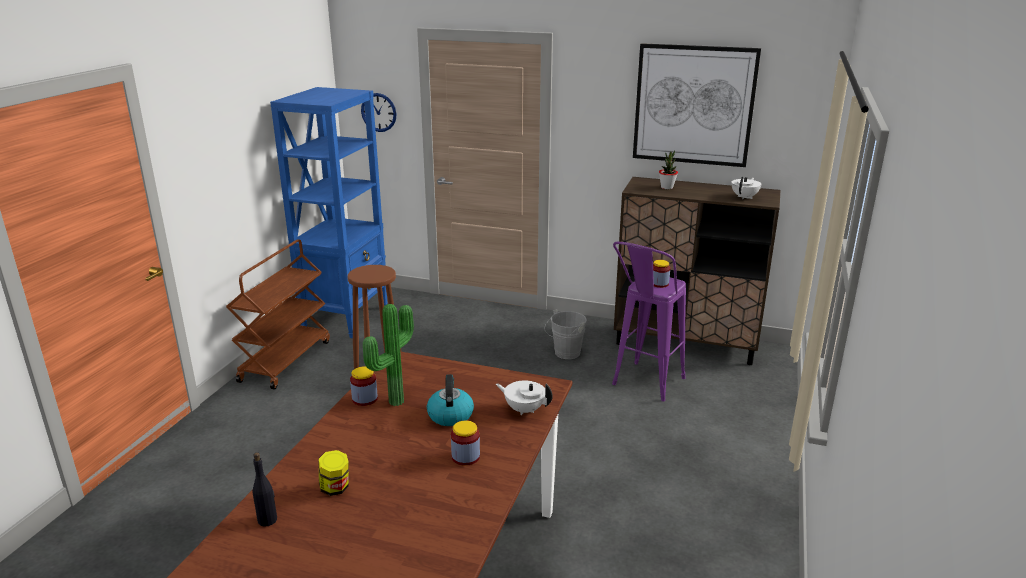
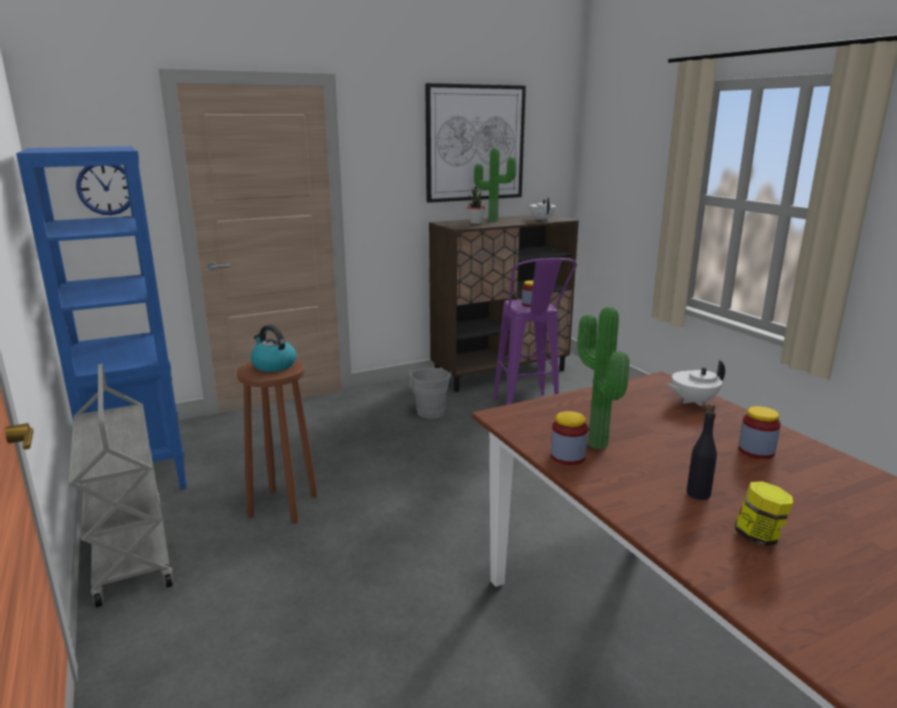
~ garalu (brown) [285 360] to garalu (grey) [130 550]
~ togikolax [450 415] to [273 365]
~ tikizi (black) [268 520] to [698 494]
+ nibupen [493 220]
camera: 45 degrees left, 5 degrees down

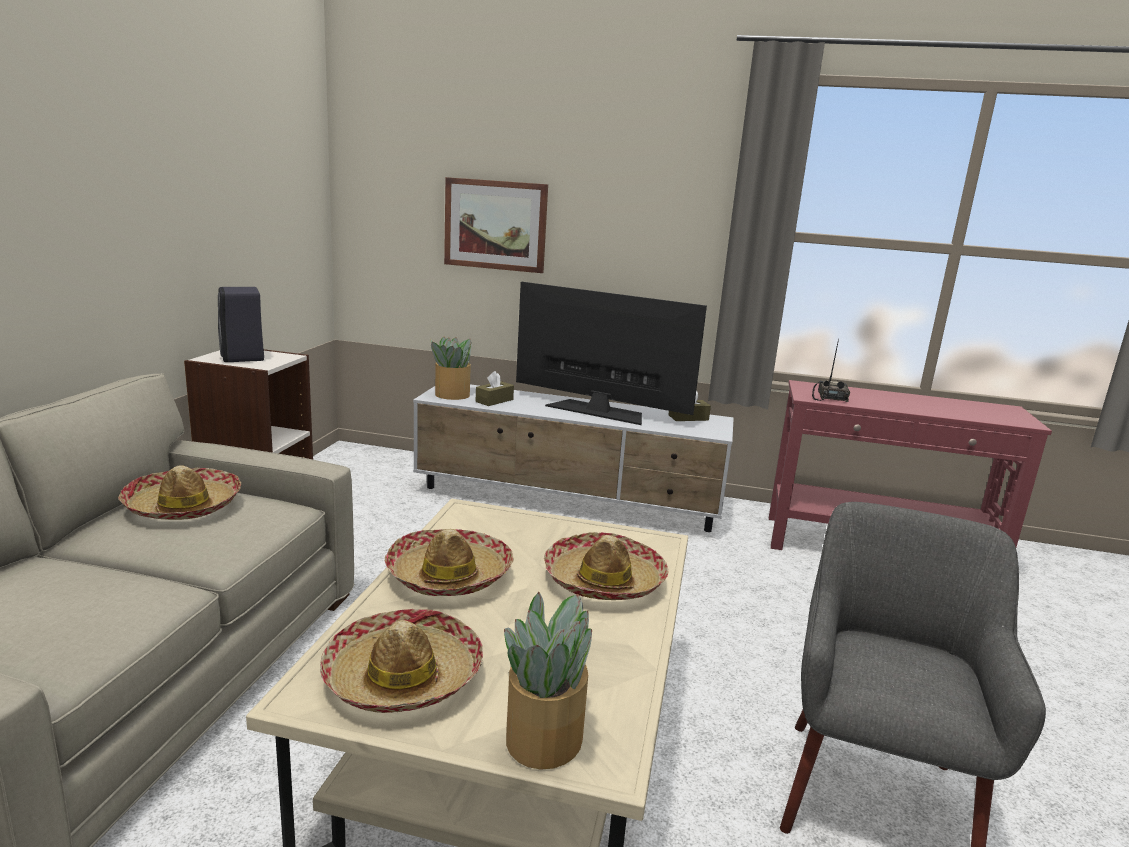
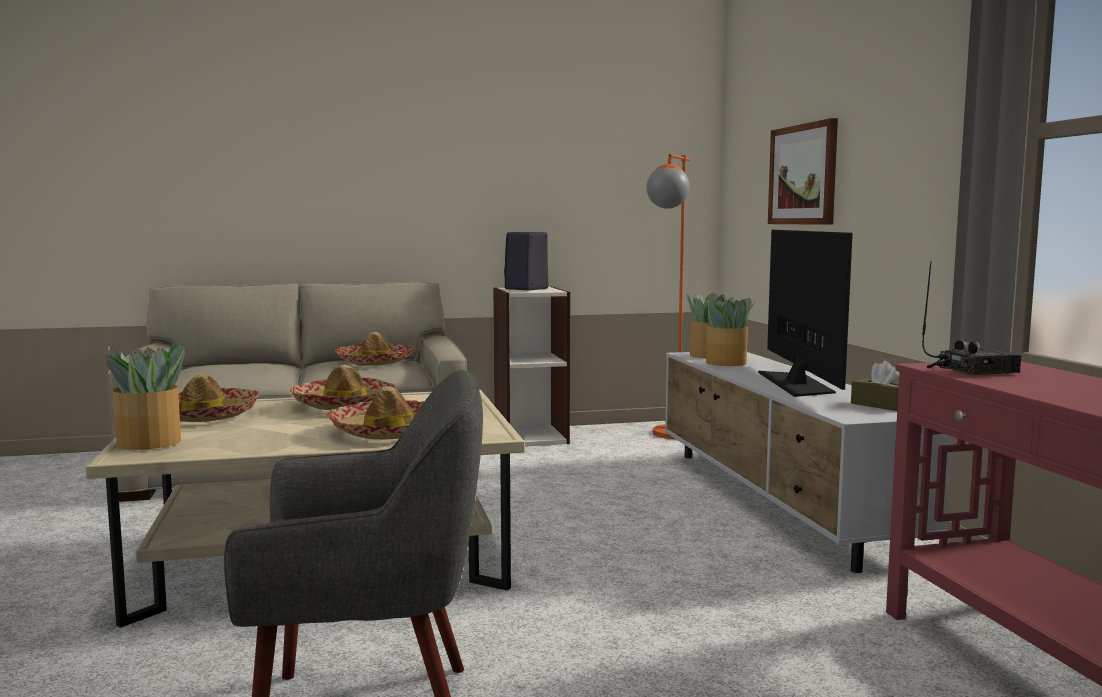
~ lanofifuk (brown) [494 400] to nibupen [727 363]
+ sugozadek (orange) [670 437]
camera: 65 degrees right, 10 degrees down

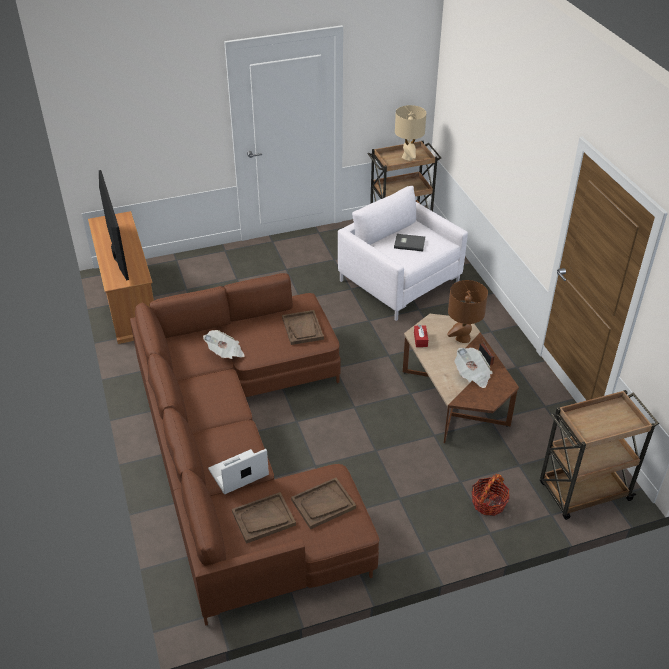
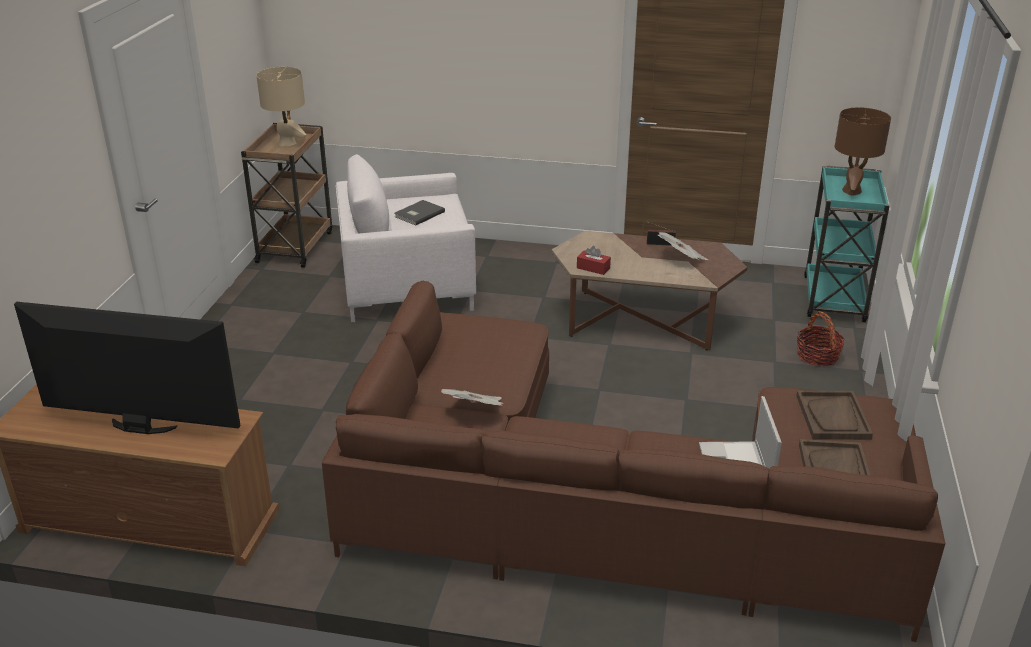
~ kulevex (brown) [463 338] to [851 191]
- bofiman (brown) [302 328]
~ garalu (brown) [583 492] to garalu (turquoise) [834 300]
camera: 60 degrees left, 10 degrees down

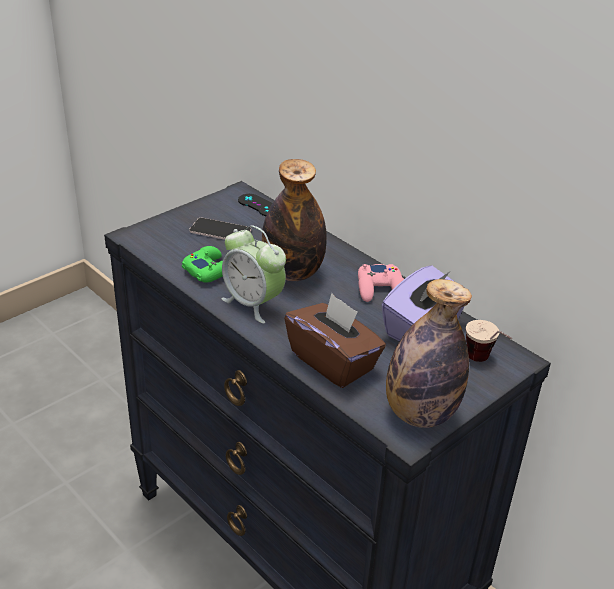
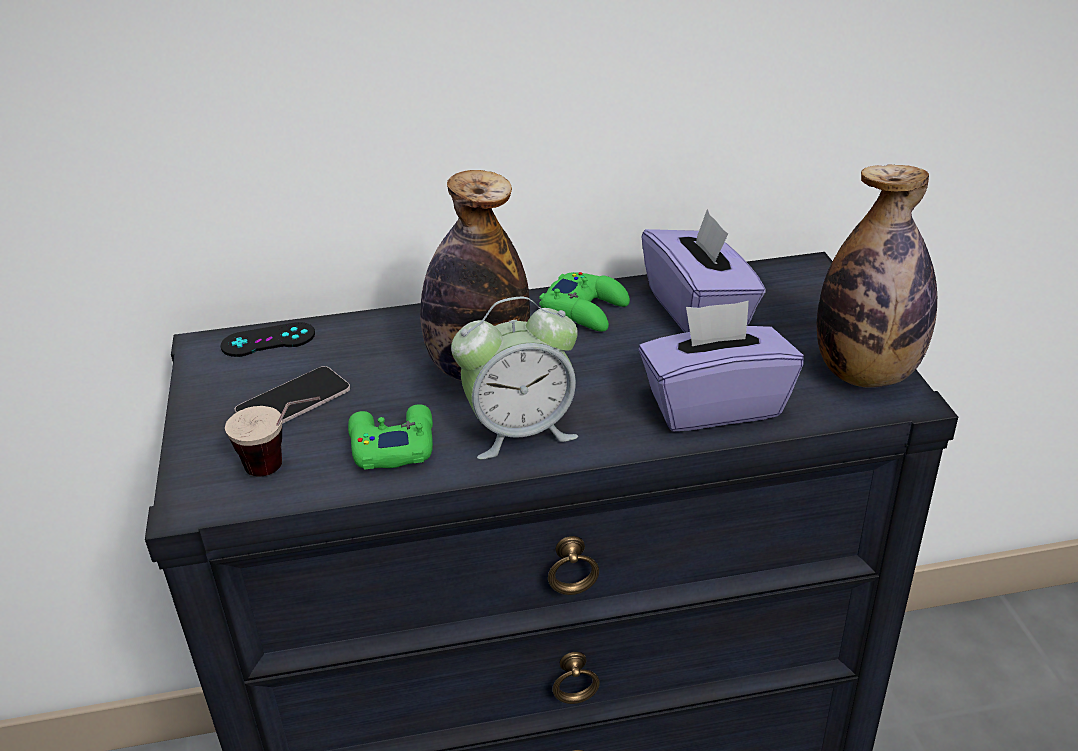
~ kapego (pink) [380 289] to kapego (green) [585 310]
~ lanofifuk (brown) [333 361] to lanofifuk (purple) [714 404]
~ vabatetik [484 363] to [285 467]
camera: 55 degrees left, 0 degrees up

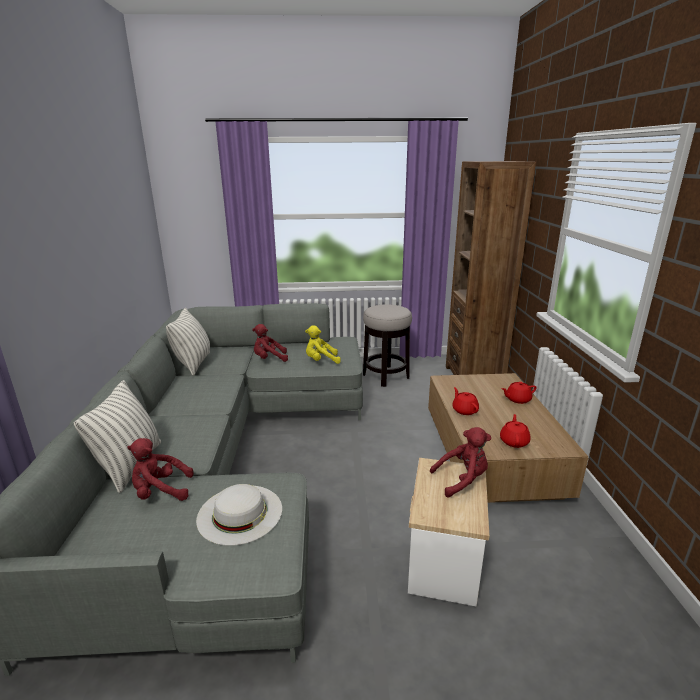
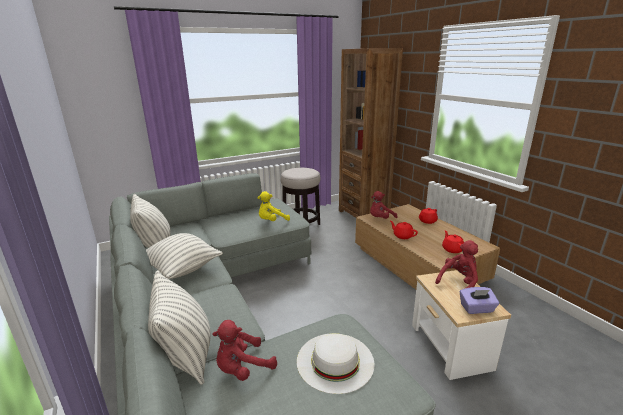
~ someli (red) [269 359] to [380 219]
+ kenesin [182 269]
+ lanofifuk (purple) [477 309]
camera: 25 degrees left, 0 degrees up

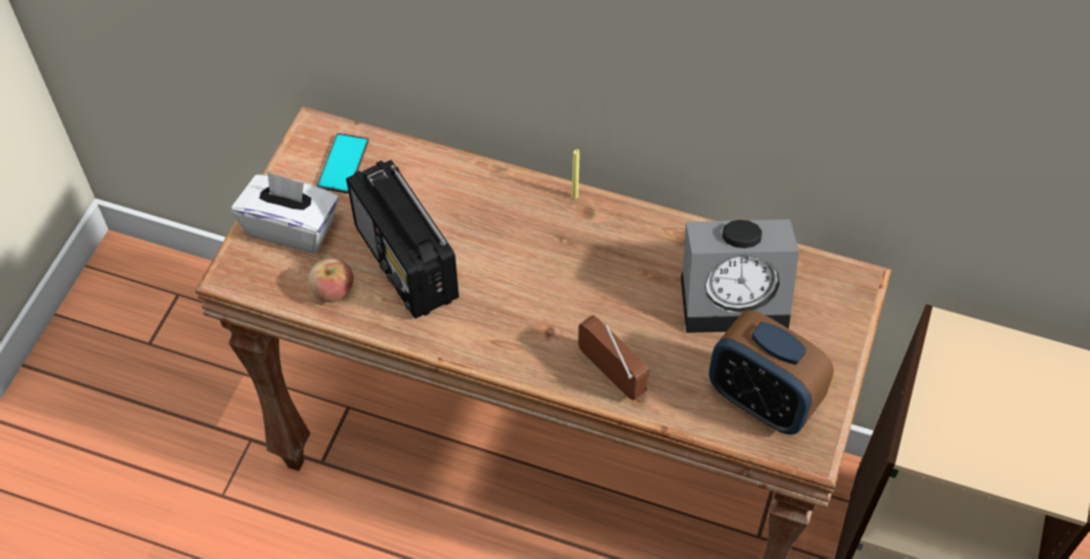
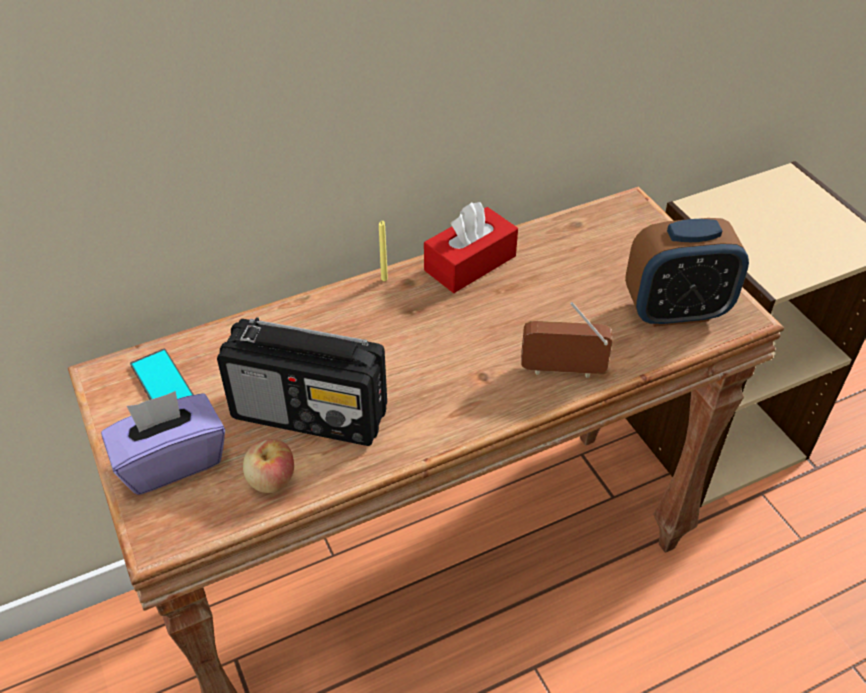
~ lanofifuk (white) [292 227] to lanofifuk (purple) [171 460]
- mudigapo [737 297]
+ lanofifuk (red) [470 263]
camera: 45 degrees left, 10 degrees down

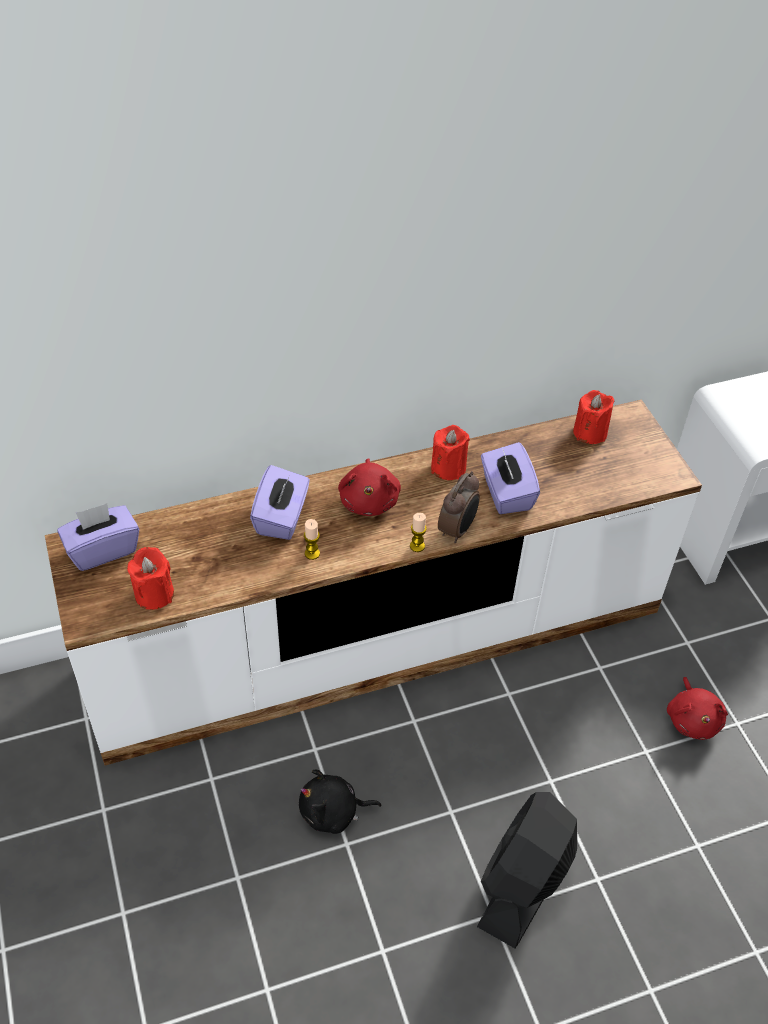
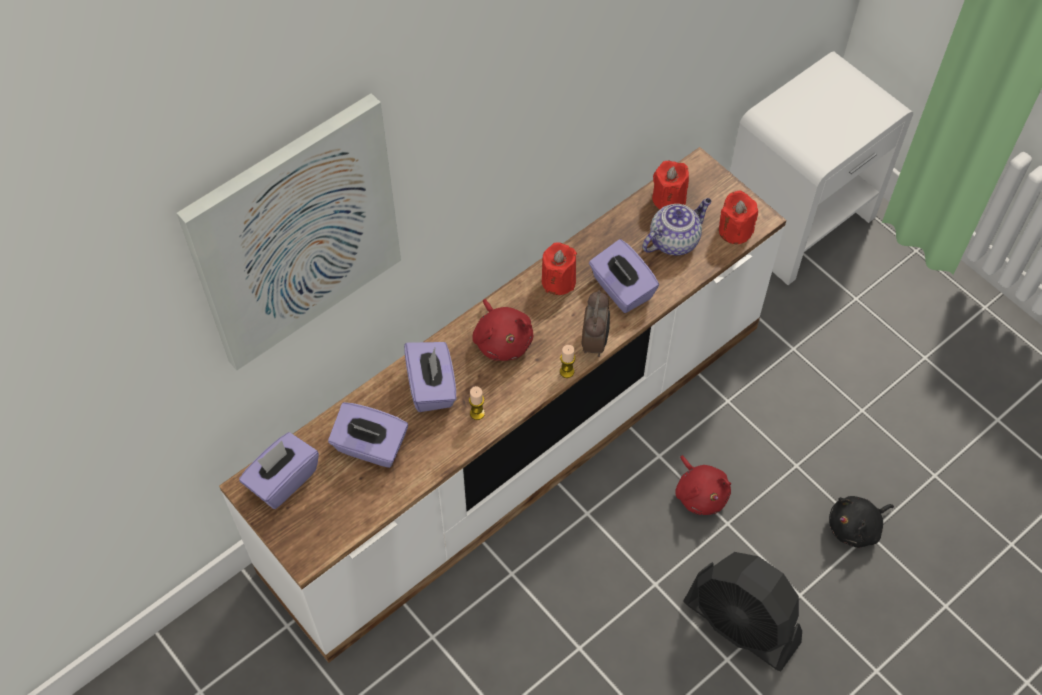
~ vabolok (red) [154 594] to [735 230]
~ someli (red) [692 719] to [700 493]
~ someli (black) [333 812] to [856 527]
~ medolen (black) [523 884] = [741 623] 60 degrees counterclockwise
+ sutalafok [295 234]
+ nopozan [674 240]
+ lanofifuk (purple) [370 447]
camera: 20 degrees left, 10 degrees up

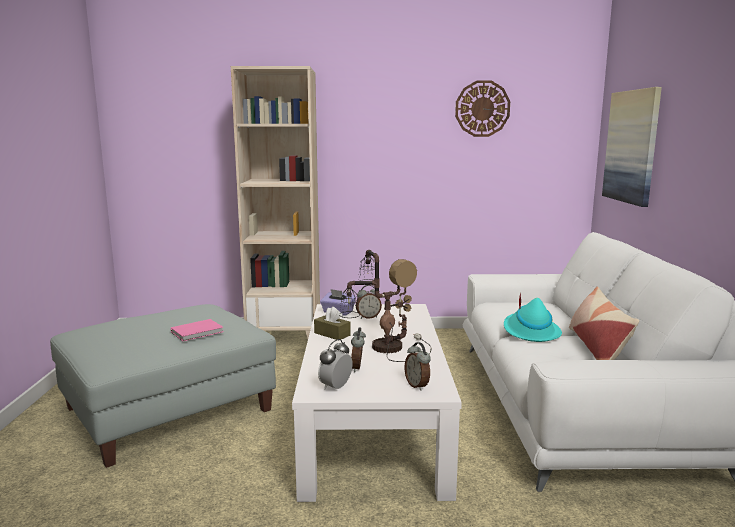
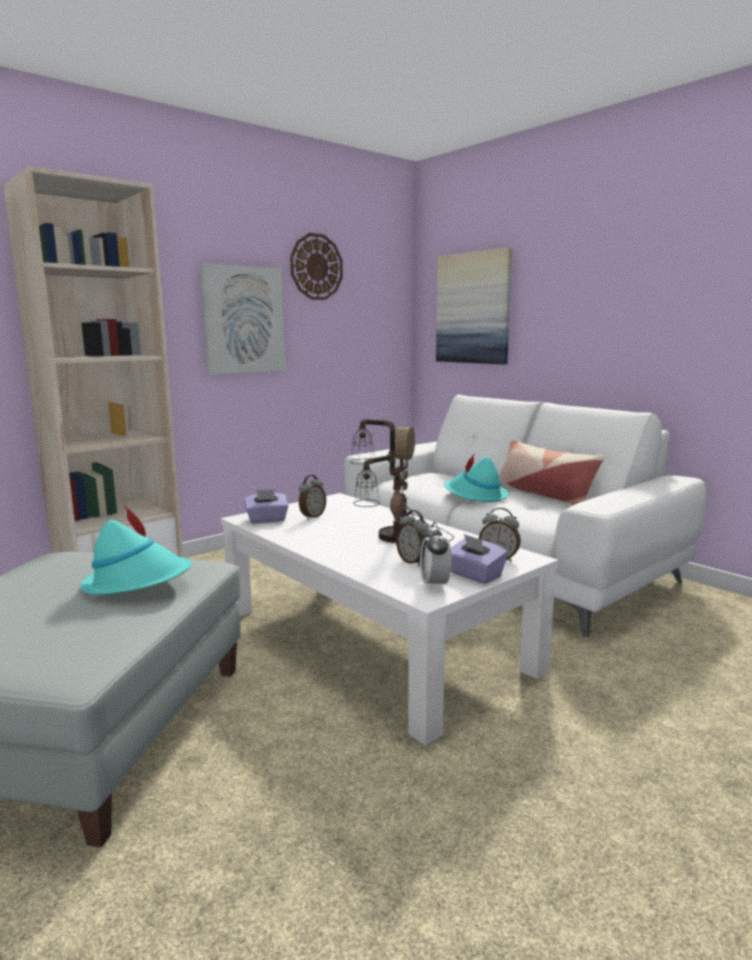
- lanofifuk (brown) [332 334]
~ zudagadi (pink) [198 332] to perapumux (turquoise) [138 582]
+ sutalafok [243 320]
+ lanofifuk (purple) [474 575]
camera: 40 degrees left, 0 degrees up

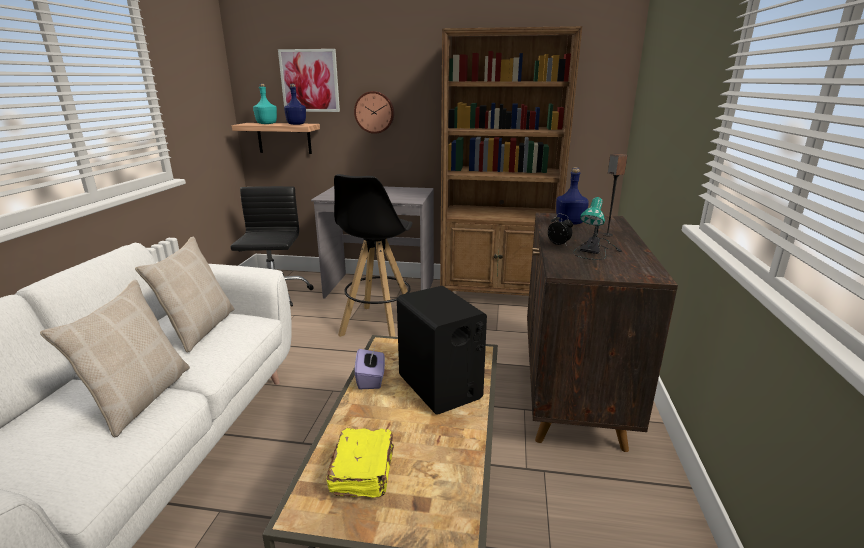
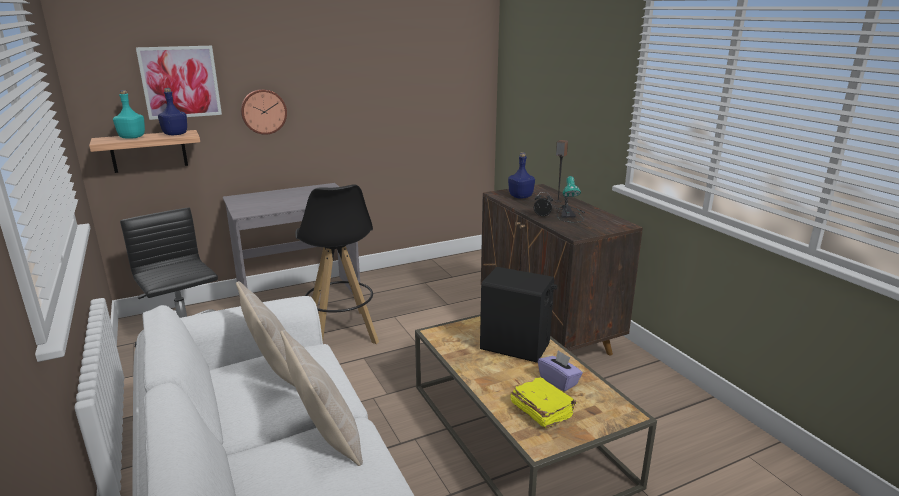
- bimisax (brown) [497 295]
~ lanofifuk (purple) [371 379] to [559 381]
camera: 35 degrees left, 0 degrees up

